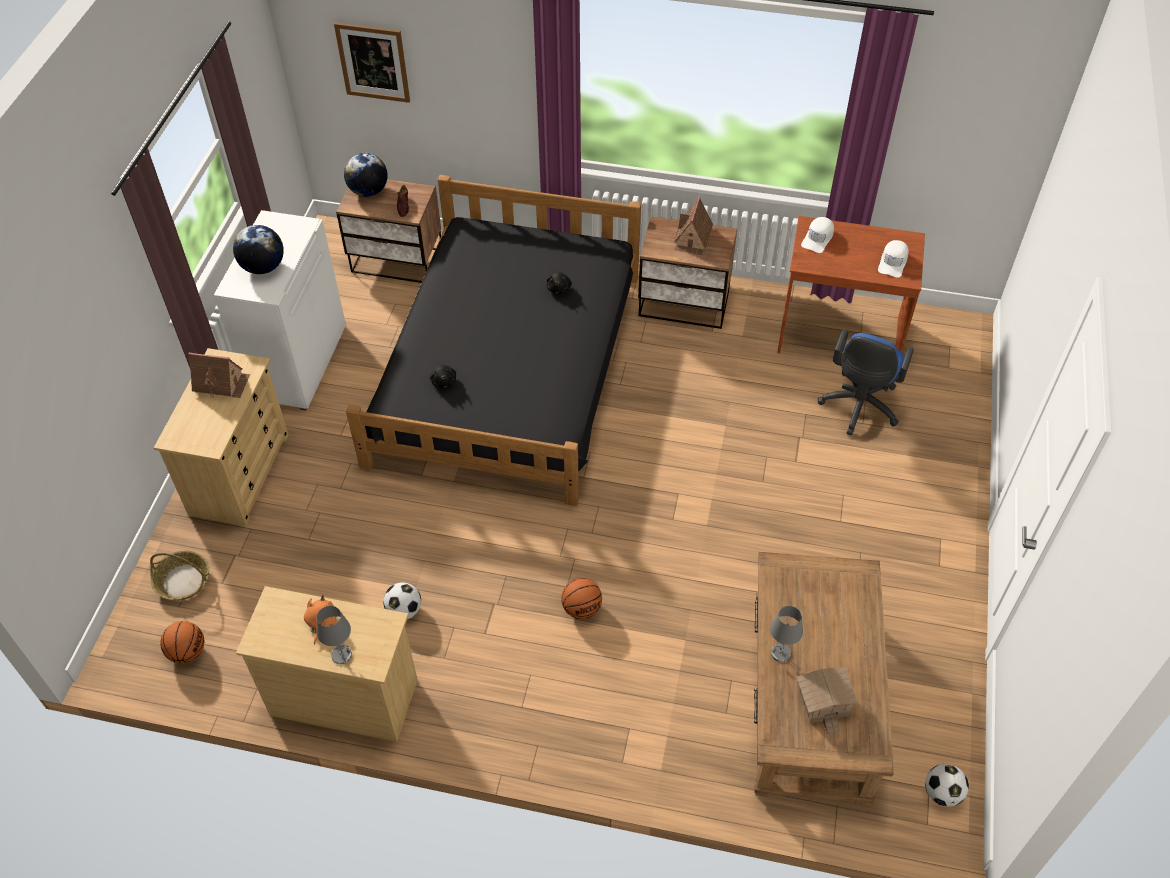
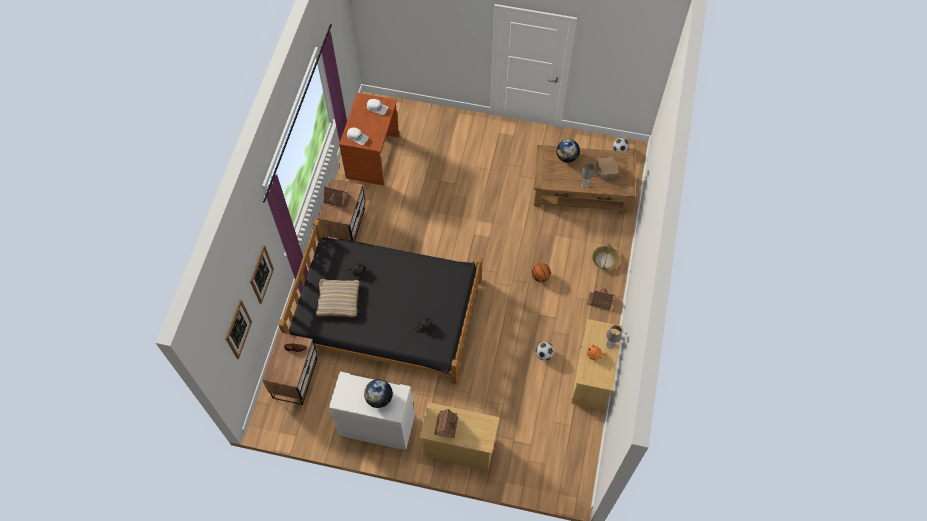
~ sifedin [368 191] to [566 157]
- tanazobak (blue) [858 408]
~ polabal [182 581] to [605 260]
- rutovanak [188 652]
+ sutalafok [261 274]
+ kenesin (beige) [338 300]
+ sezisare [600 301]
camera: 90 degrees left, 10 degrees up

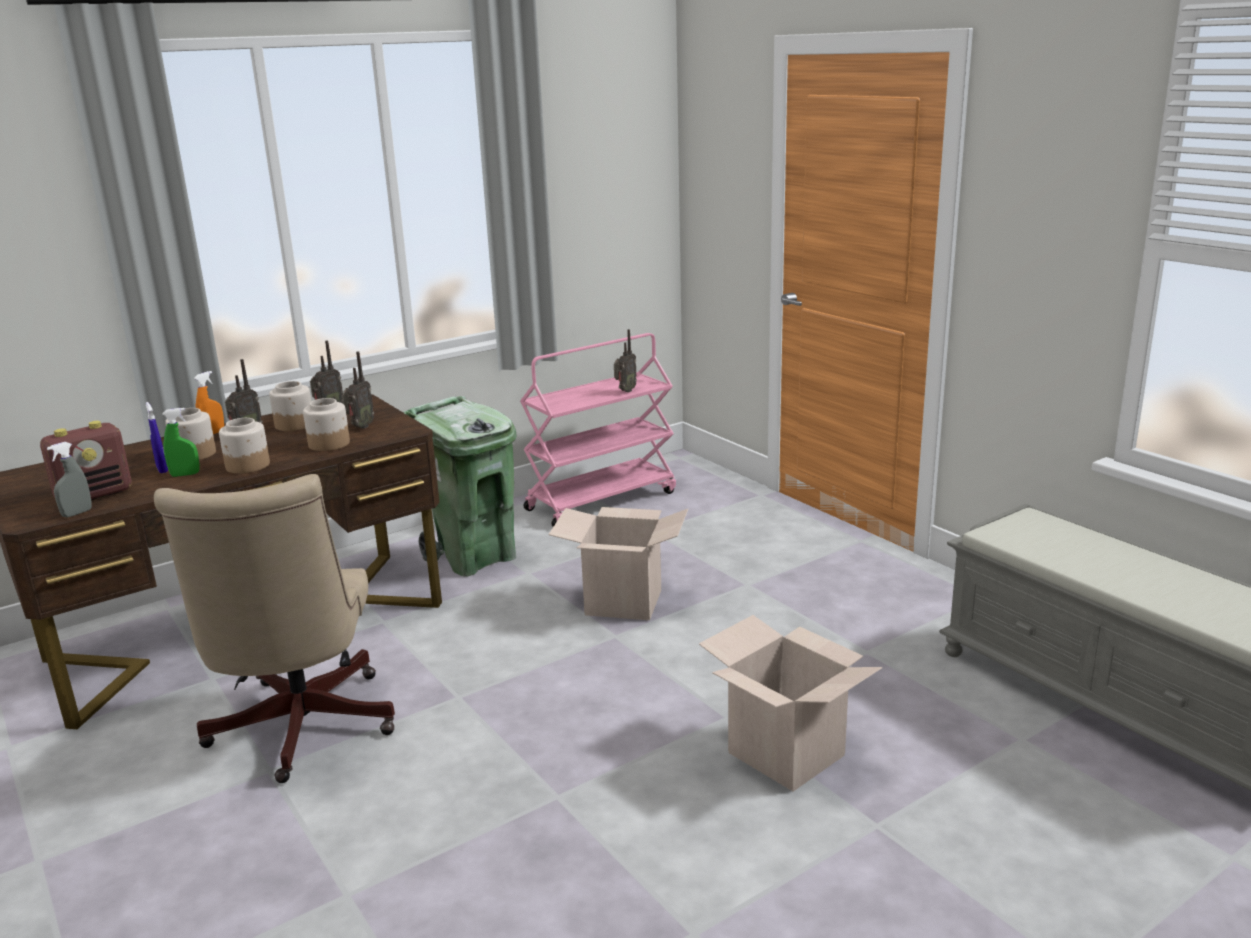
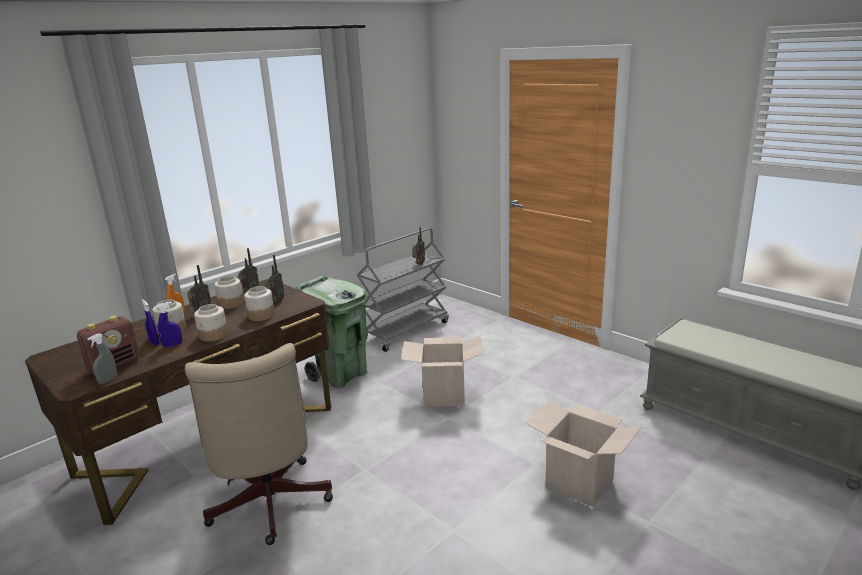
~ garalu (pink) [601 500] to garalu (grey) [406 330]
~ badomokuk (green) [185 474] to badomokuk (blue) [172 345]
camera: 10 degrees left, 0 degrees up

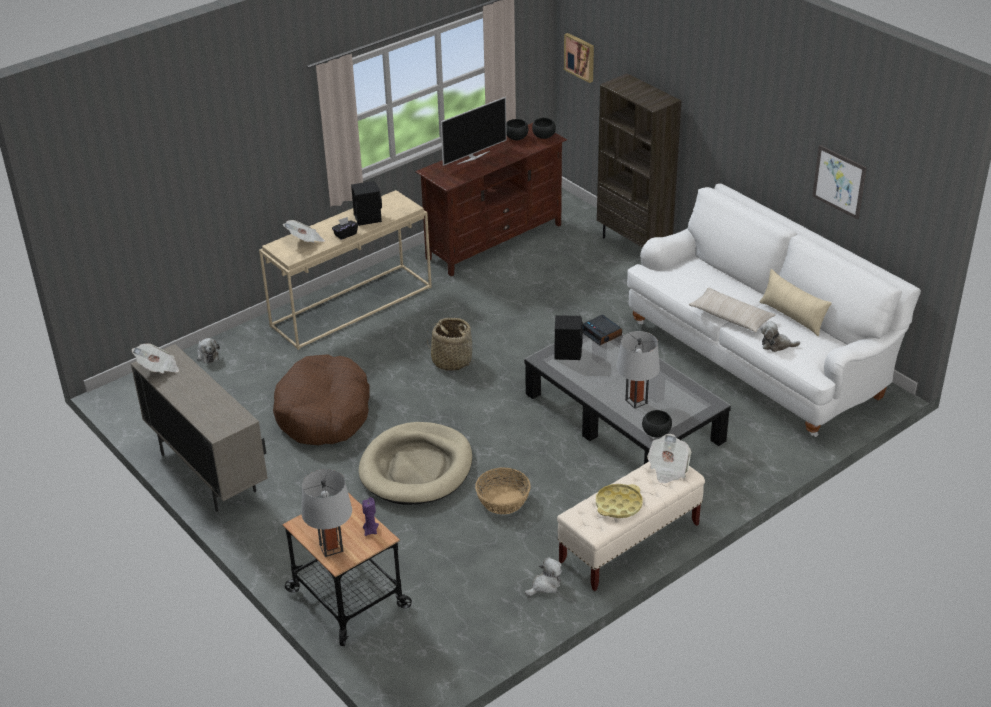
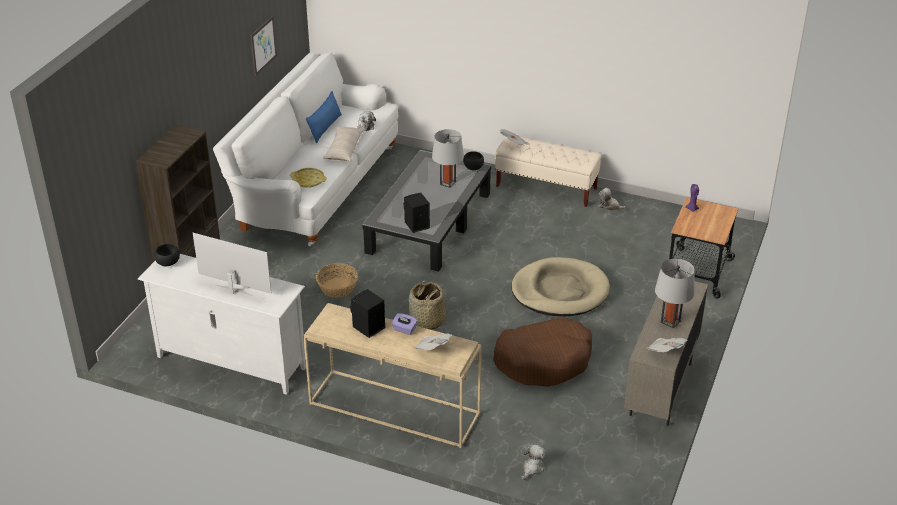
- sutalafok [580 57]
- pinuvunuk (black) [516 138]
~ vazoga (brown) [494 241] to vazoga (white) [231 362]
~ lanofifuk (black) [345 234] to lanofifuk (purple) [404 329]
~ kenesin (beige) [792 317] to kenesin (blue) [325 128]
- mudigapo [602 334]
~ polabal [503 500] to [337 287]
~ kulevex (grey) [331 548] to [670 321]
~ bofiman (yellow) [618 504] to [308 180]
camera: 120 degrees left, 0 degrees up

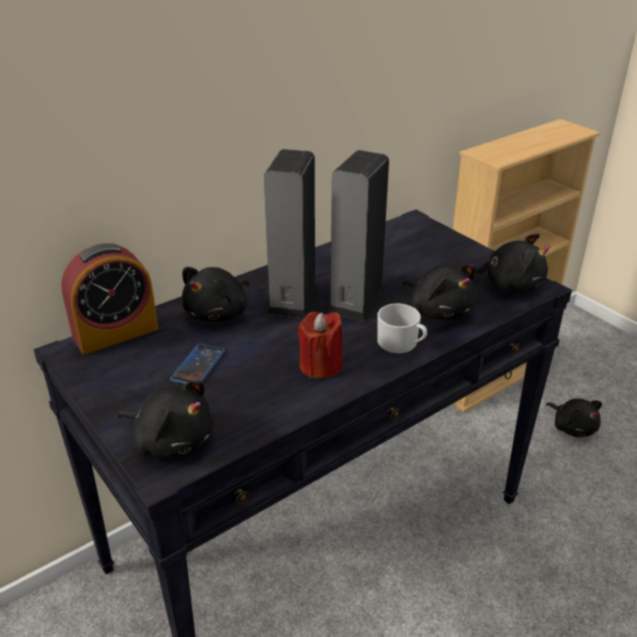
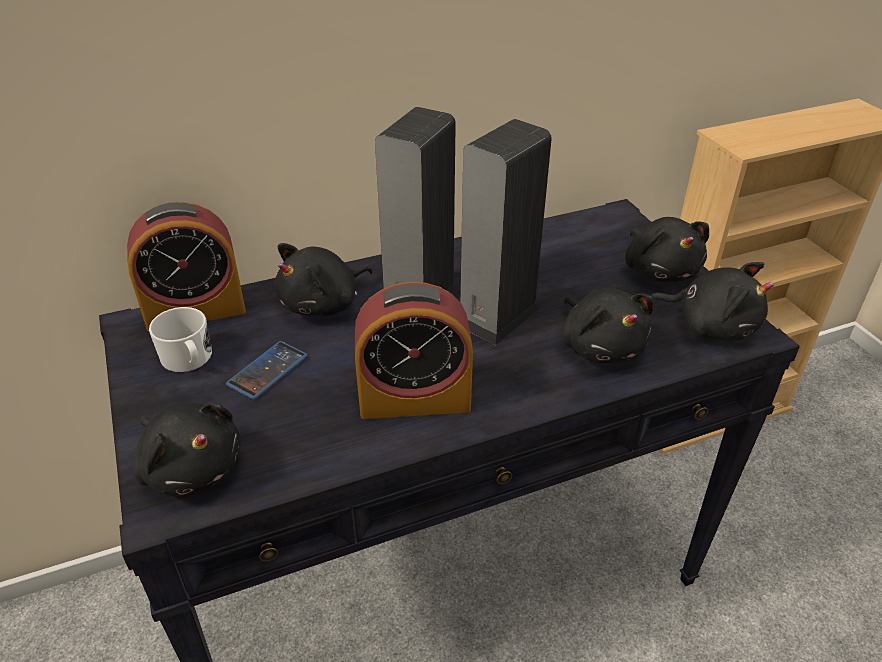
~ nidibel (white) [401 344] to [189 359]
~ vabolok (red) [320 366] to mudigapo [414 398]
~ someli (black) [572 427] to [660 270]
camera: 15 degrees right, 5 degrees up

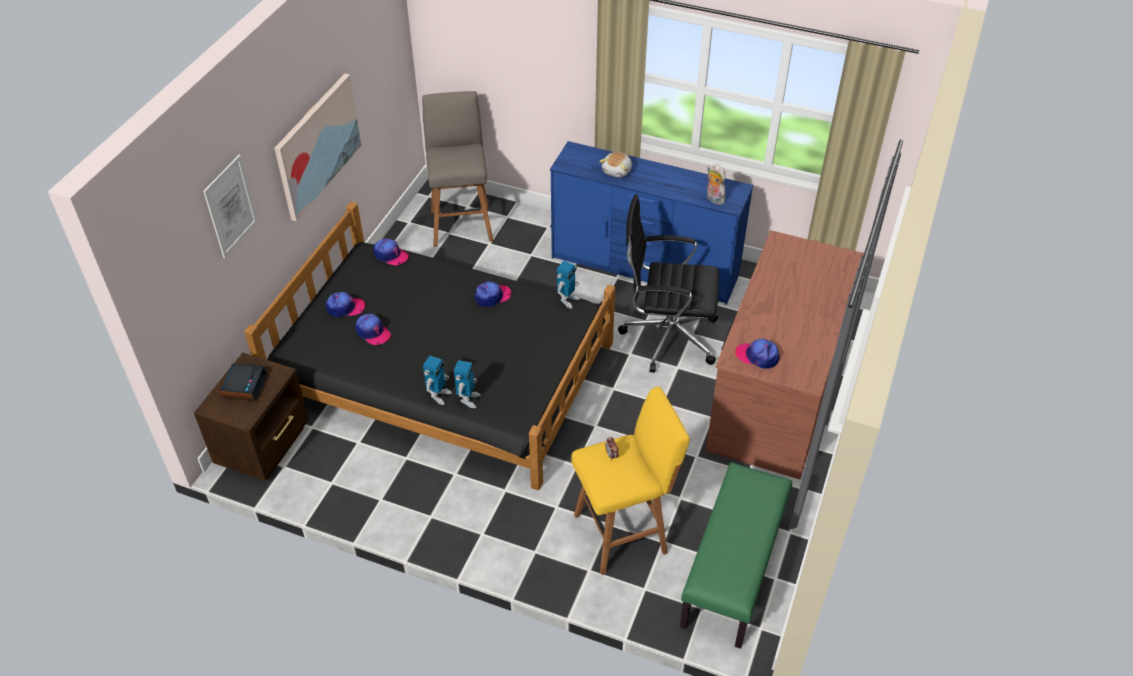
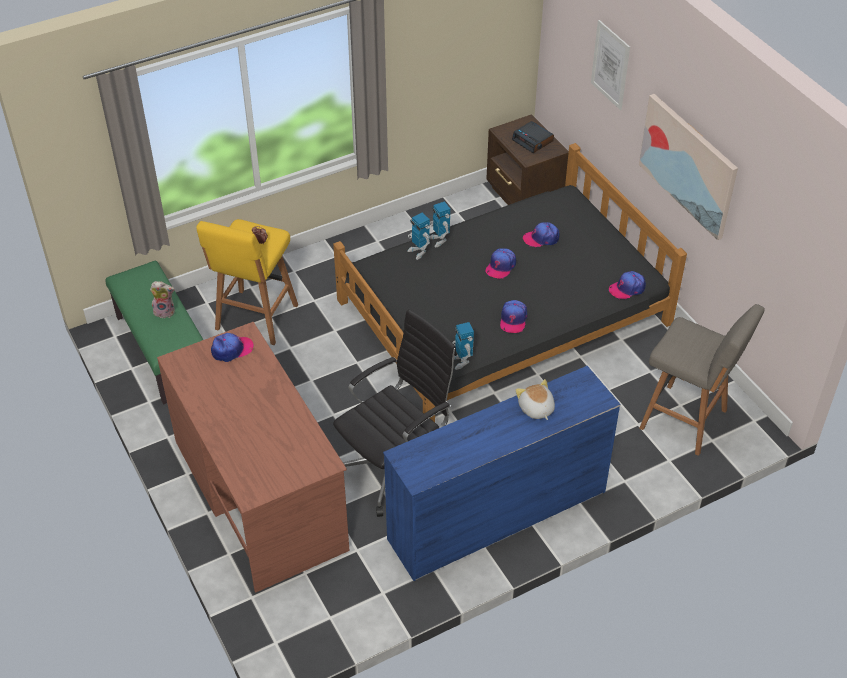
~ someli [713 199] to [165 311]
~ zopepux [345 308] to [500 266]
camera: 130 degrees right, 0 degrees up

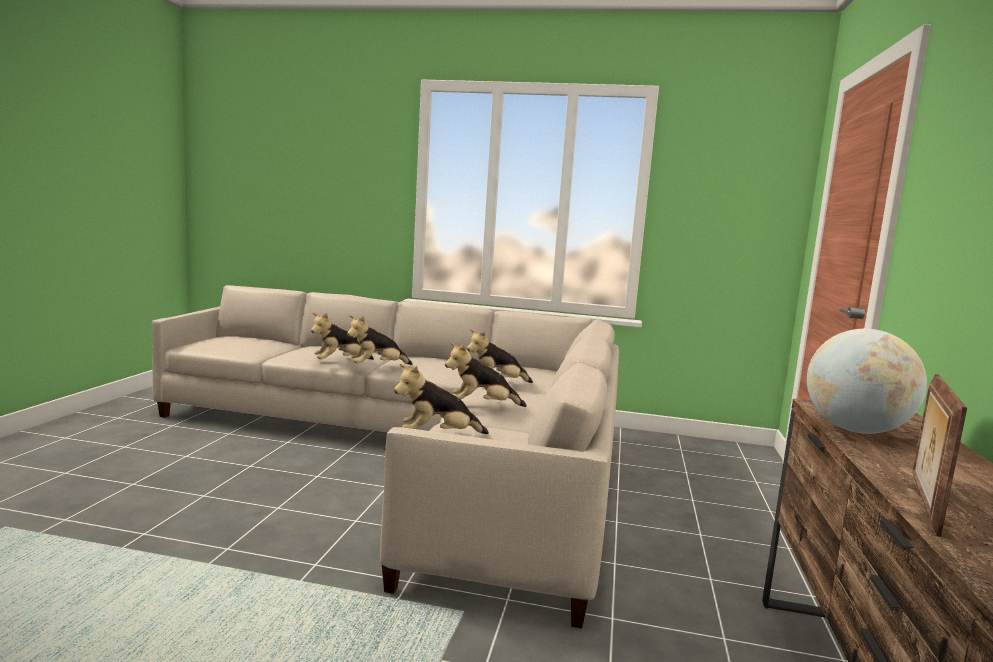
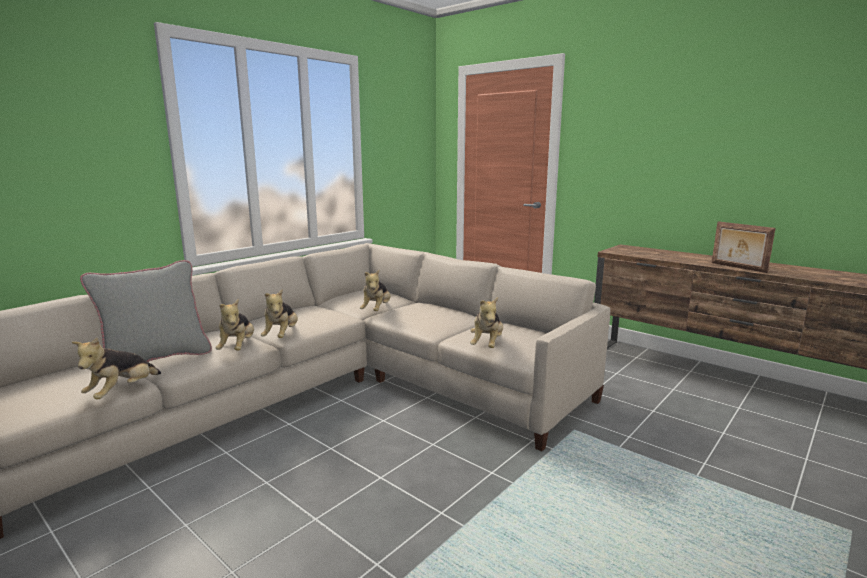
- sifedin [855 430]
~ someli [482 406] to [122 392]
+ kenesin (grey) [157 360]
camera: 60 degrees left, 5 degrees up

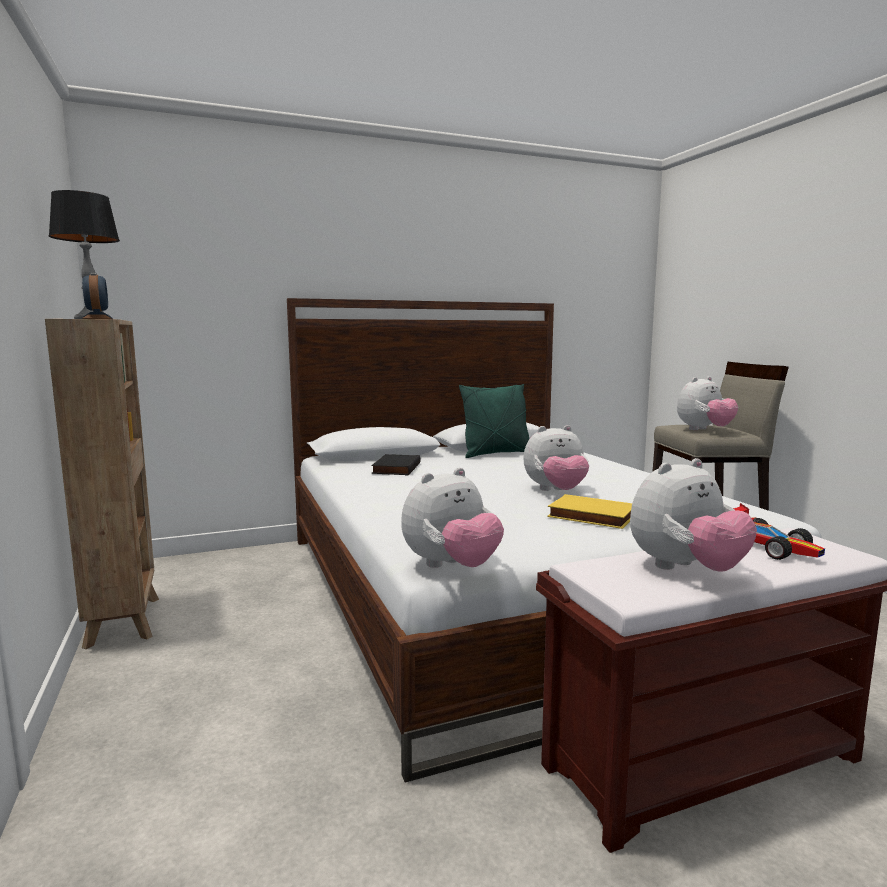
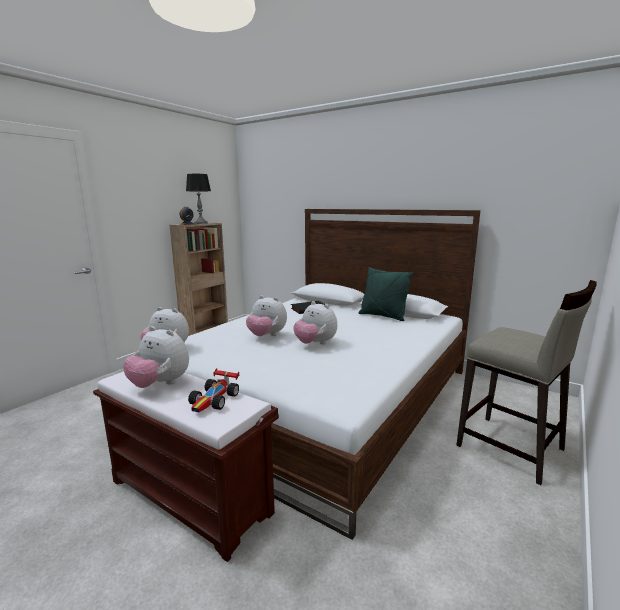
~ someli [704 430] to [266 336]
- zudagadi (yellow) [590 517]
camera: 55 degrees right, 5 degrees up

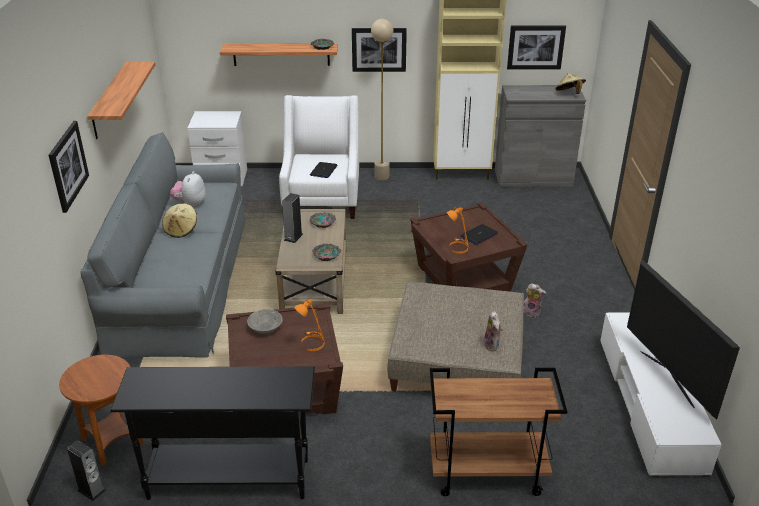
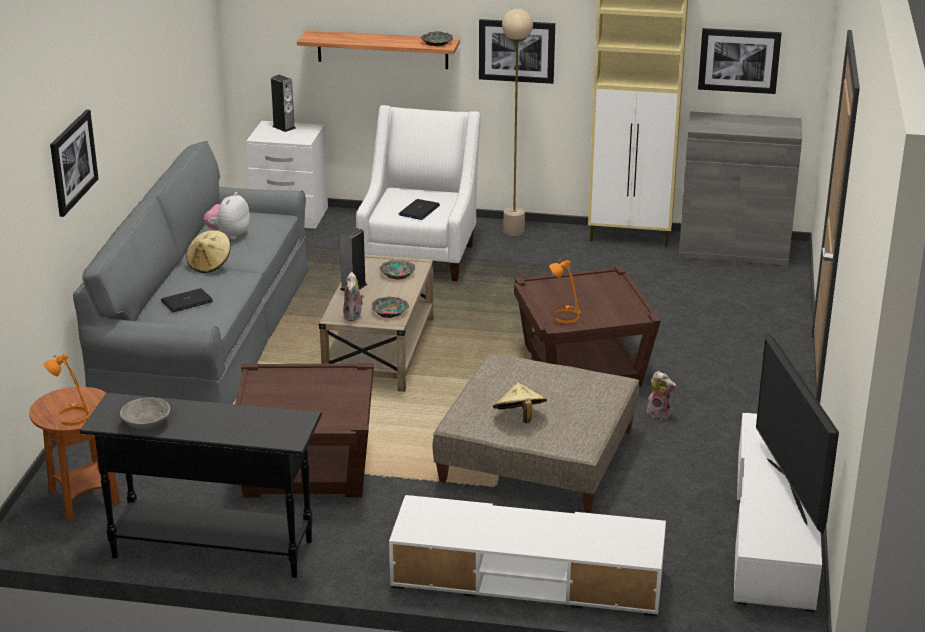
- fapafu [110 100]
~ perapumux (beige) [569 93] to [519 418]
~ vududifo [479 235] to [187 301]
~ kulevex (orange) [312 342] to [73 416]
~ pinuvunuk (grey) [265 328] to [146 423]
~ someli [492 345] to [354 316]
~ garalu (brown) [486 473] to vazoga (white) [527 578]
~ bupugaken [91 490] to [284 127]
camera: 10 degrees right, 5 degrees down

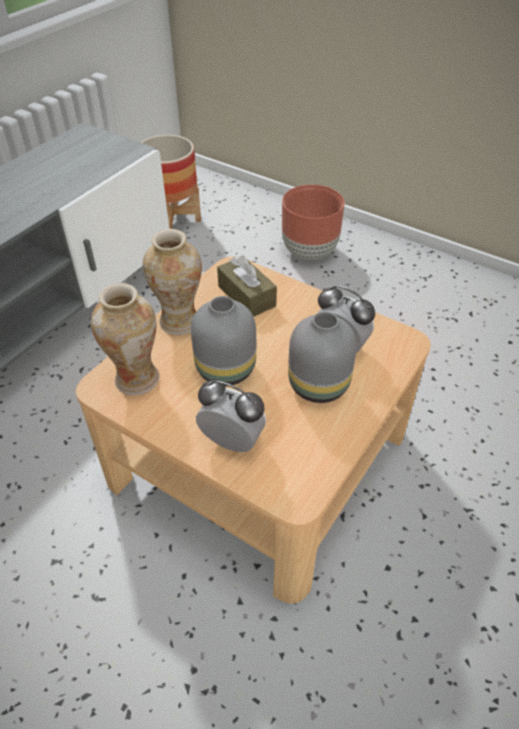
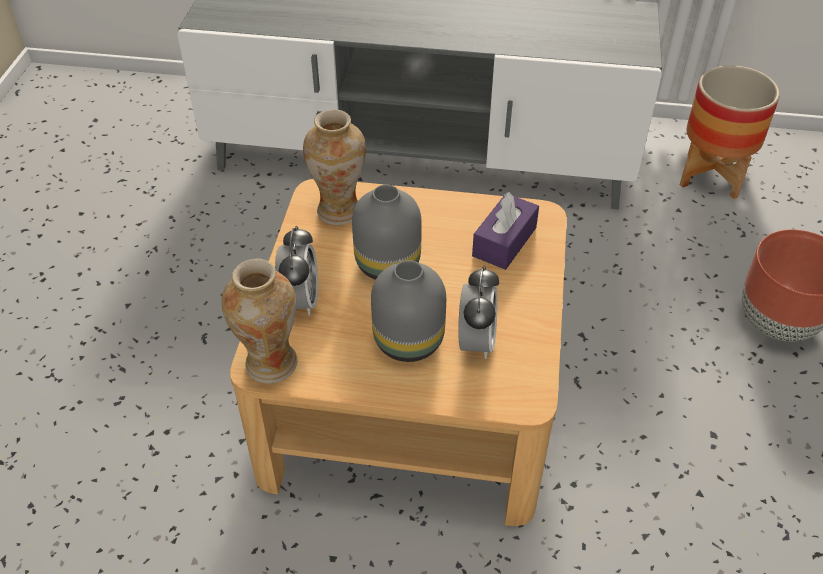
~ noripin [179 322] to [270 364]
~ lanofifuk (brown) [246 296] to lanofifuk (purple) [504 242]
camera: 65 degrees right, 0 degrees up

